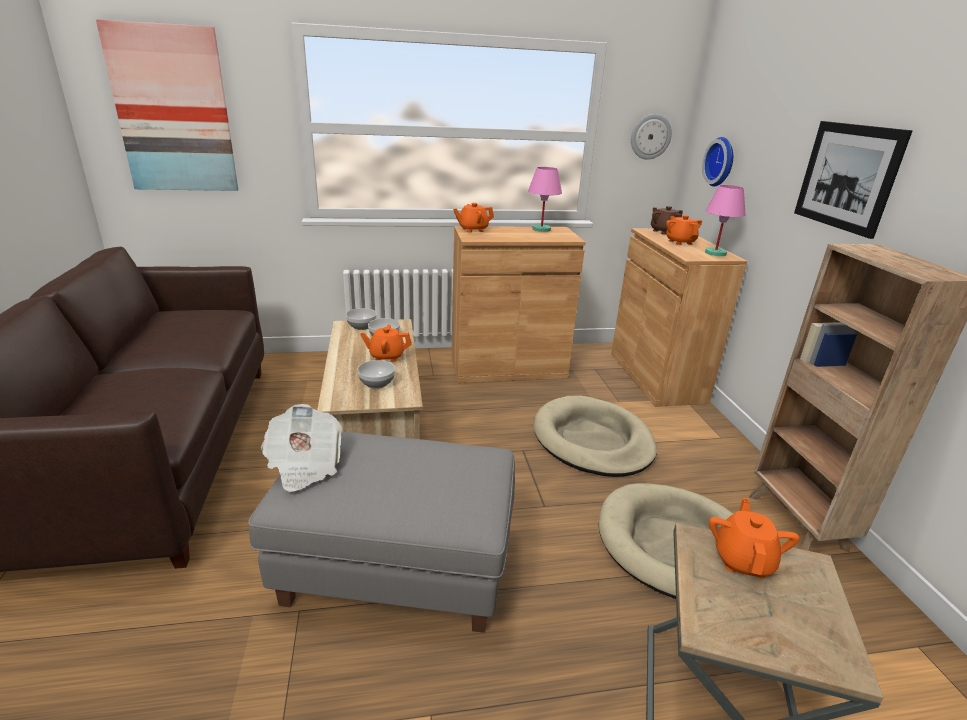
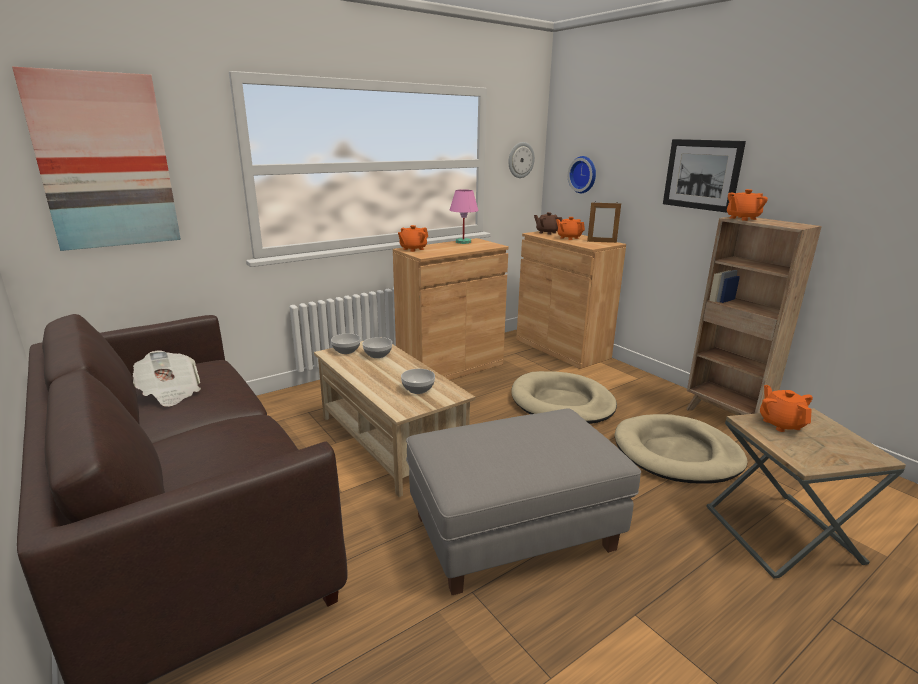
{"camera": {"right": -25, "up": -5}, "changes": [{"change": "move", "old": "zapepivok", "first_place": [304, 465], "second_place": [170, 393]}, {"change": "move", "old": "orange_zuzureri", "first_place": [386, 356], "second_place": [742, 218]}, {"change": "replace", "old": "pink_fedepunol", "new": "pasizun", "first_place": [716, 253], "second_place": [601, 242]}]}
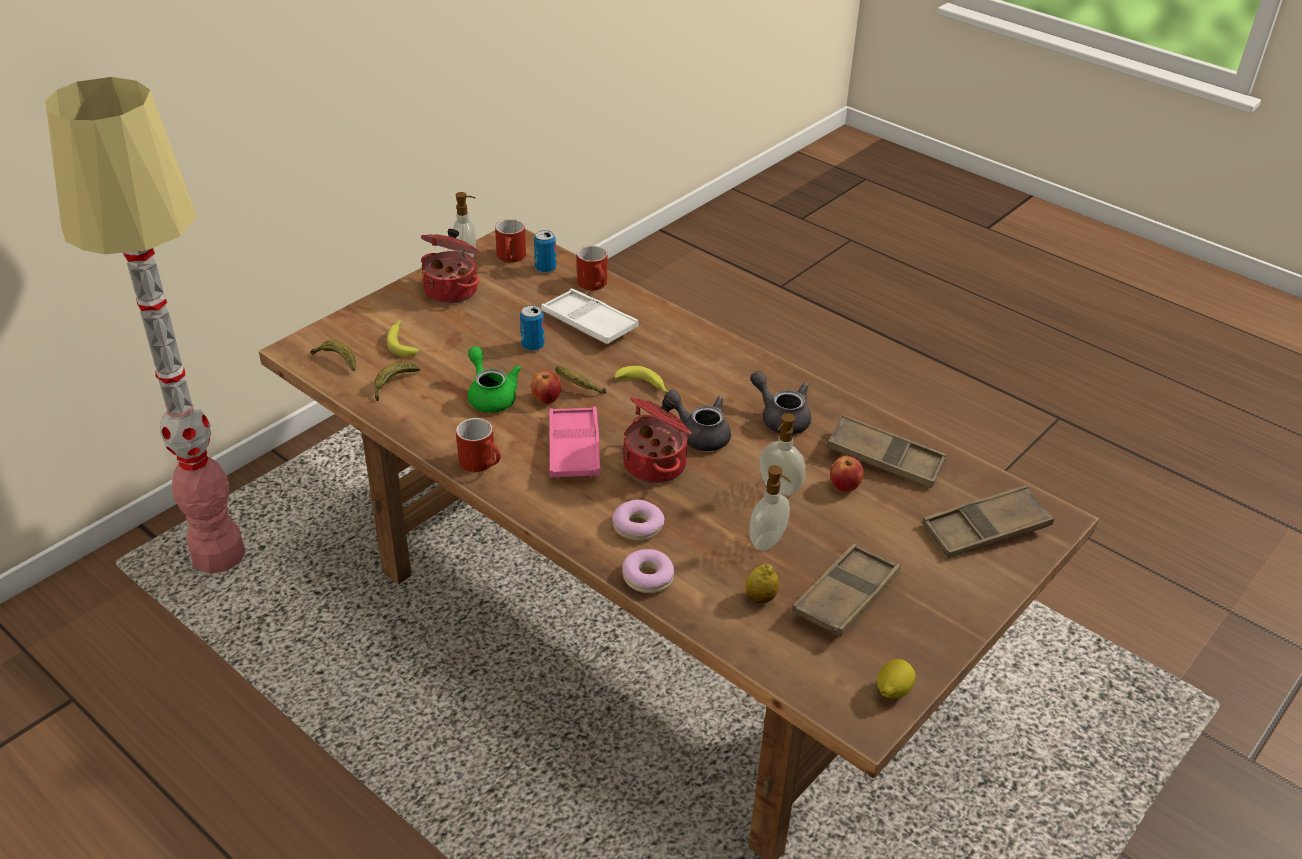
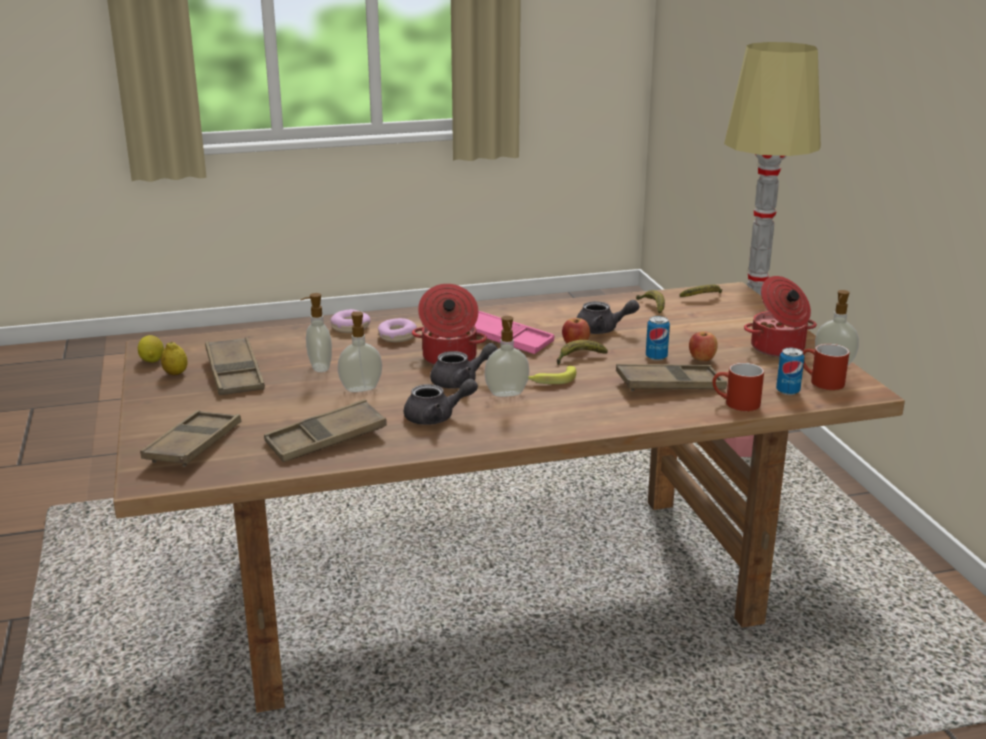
{"camera": {"right": 125, "up": -15}, "changes": [{"change": "delete", "old": "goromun", "first_place": [402, 342]}, {"change": "delete", "old": "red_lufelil", "first_place": [483, 463]}, {"change": "insert", "new": "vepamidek", "second_place": [507, 394]}, {"change": "move", "old": "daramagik", "first_place": [760, 598], "second_place": [175, 374]}, {"change": "move", "old": "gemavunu", "first_place": [844, 486], "second_place": [701, 359]}, {"change": "recolor", "old": "green_zuzureri", "new": "grey_zuzureri", "first_place": [490, 395], "second_place": [602, 330]}, {"change": "recolor", "old": "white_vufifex", "new": "brown_vufifex", "first_place": [589, 323], "second_place": [670, 385]}]}
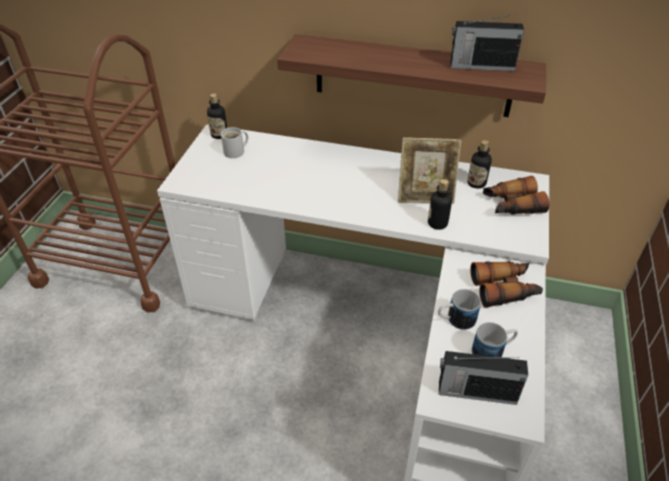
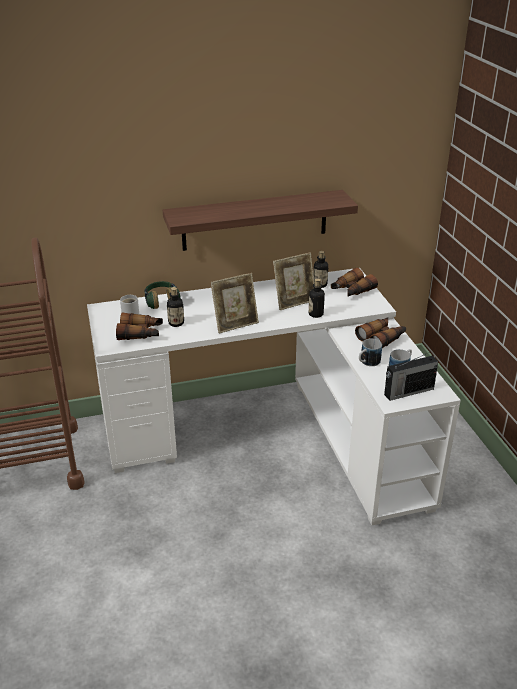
{"camera": {"right": -30, "up": -10}, "changes": [{"change": "delete", "old": "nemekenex", "first_place": [480, 66]}, {"change": "insert", "new": "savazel", "second_place": [141, 333]}, {"change": "insert", "new": "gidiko", "second_place": [161, 301]}, {"change": "insert", "new": "pasizun", "second_place": [235, 324]}, {"change": "move", "old": "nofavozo", "first_place": [219, 134], "second_place": [176, 323]}]}
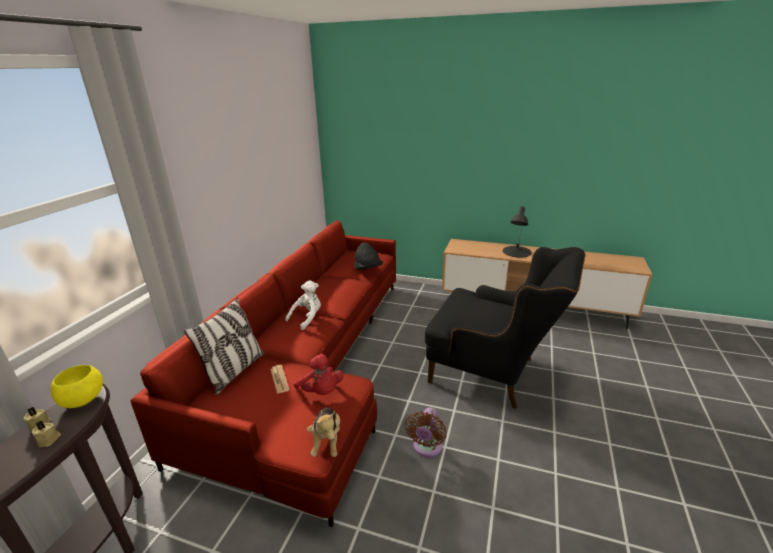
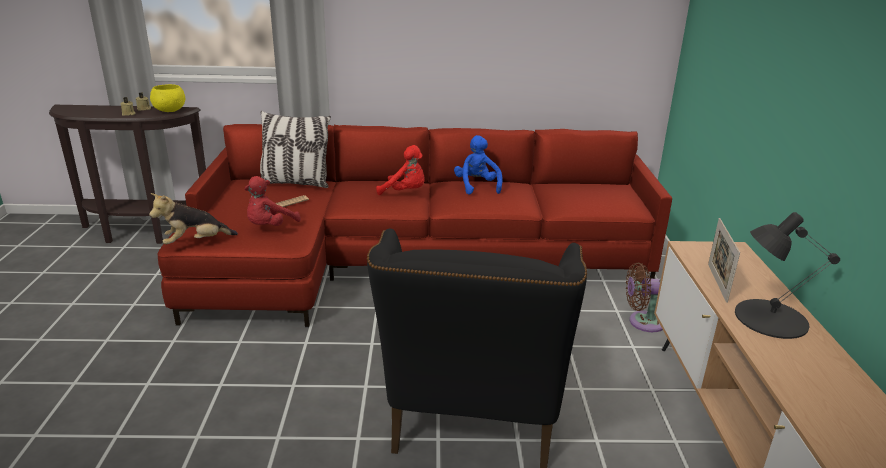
{"camera": {"right": 70, "up": 0}, "changes": [{"change": "delete", "old": "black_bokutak", "first_place": [367, 269]}, {"change": "insert", "new": "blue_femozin", "second_place": [477, 186]}, {"change": "insert", "new": "pasizun", "second_place": [717, 282]}, {"change": "move", "old": "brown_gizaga", "first_place": [426, 448], "second_place": [642, 322]}, {"change": "recolor", "old": "white_femozin", "new": "red_femozin", "first_place": [307, 318], "second_place": [405, 192]}]}
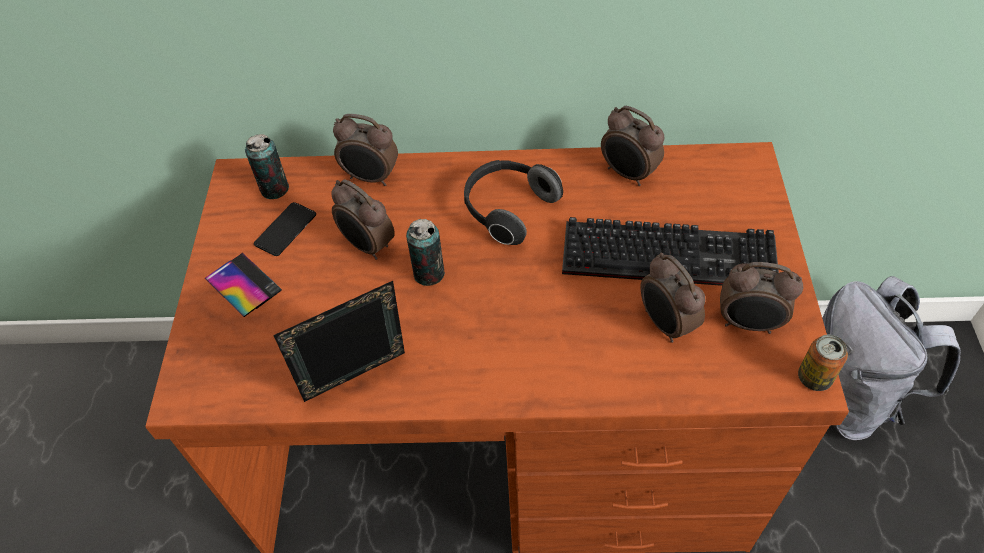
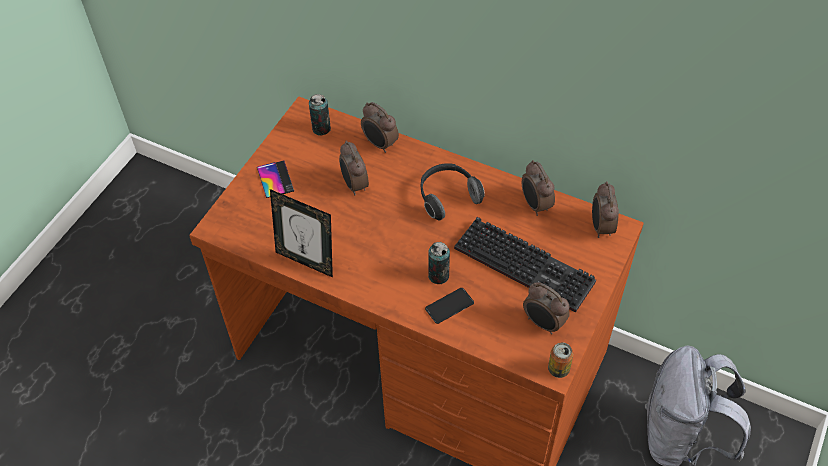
{"camera": {"right": 25, "up": 0}, "changes": [{"change": "move", "old": "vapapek", "first_place": [285, 229], "second_place": [449, 306]}, {"change": "move", "old": "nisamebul", "first_place": [429, 273], "second_place": [438, 276]}, {"change": "move", "old": "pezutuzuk", "first_place": [665, 324], "second_place": [600, 227]}, {"change": "rotate", "old": "pasizun", "first_place": [359, 384], "second_place": [306, 260], "degrees": -150}]}
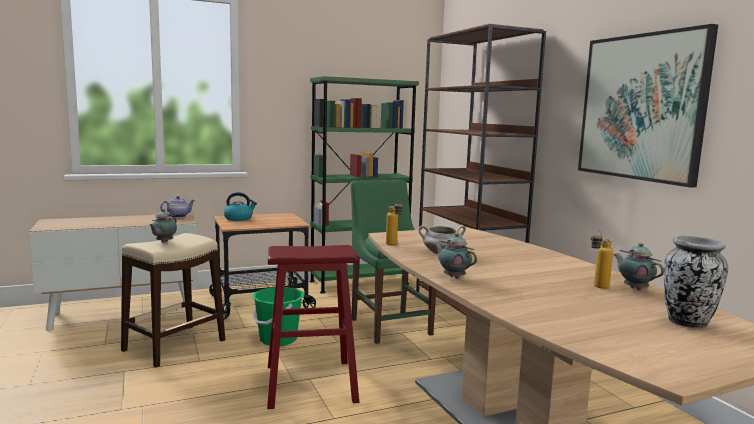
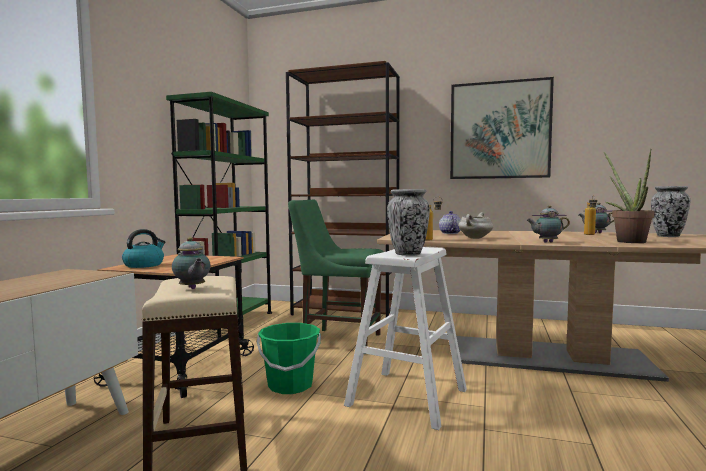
{"camera": {"right": -50, "up": -5}, "changes": [{"change": "insert", "new": "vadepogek", "second_place": [408, 254]}, {"change": "insert", "new": "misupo", "second_place": [626, 241]}, {"change": "move", "old": "zuzureri", "first_place": [178, 216], "second_place": [450, 233]}, {"change": "recolor", "old": "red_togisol", "new": "white_togisol", "first_place": [310, 383], "second_place": [407, 397]}]}
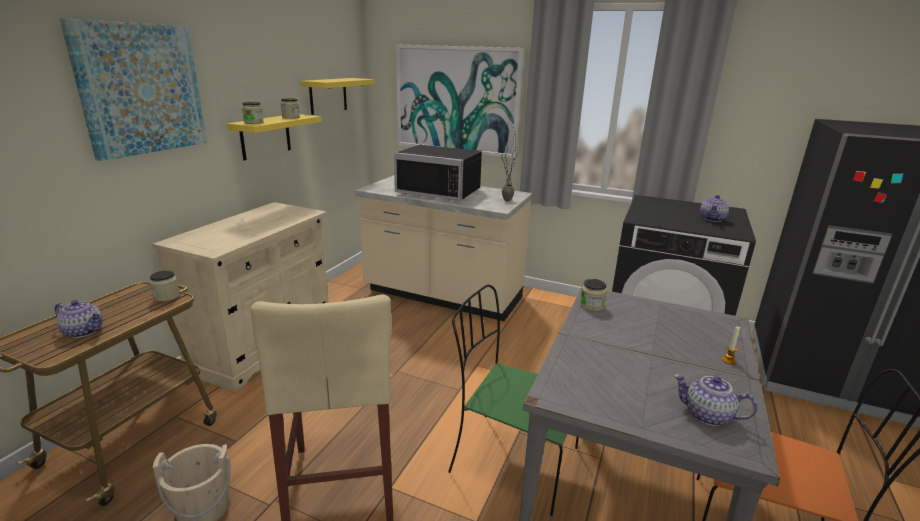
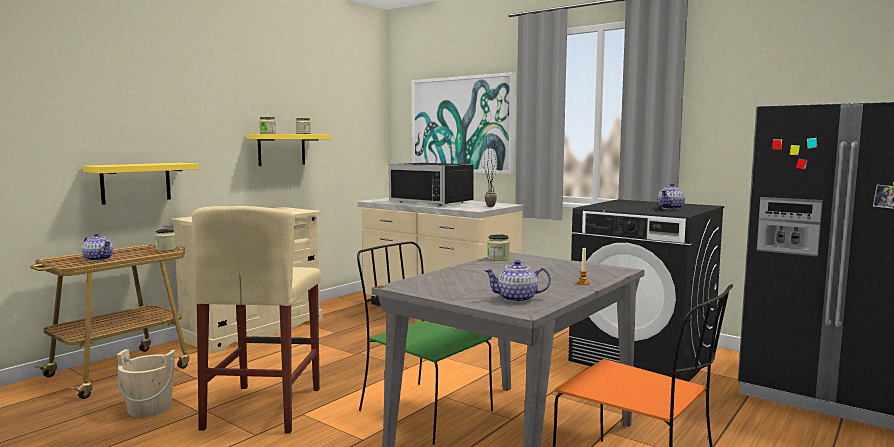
{"camera": {"right": 15, "up": -15}, "changes": [{"change": "delete", "old": "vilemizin", "first_place": [141, 89]}, {"change": "move", "old": "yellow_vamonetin", "first_place": [328, 95], "second_place": [136, 183]}, {"change": "rotate", "old": "zuzureri", "first_place": [708, 415], "second_place": [517, 299], "degrees": -45}]}
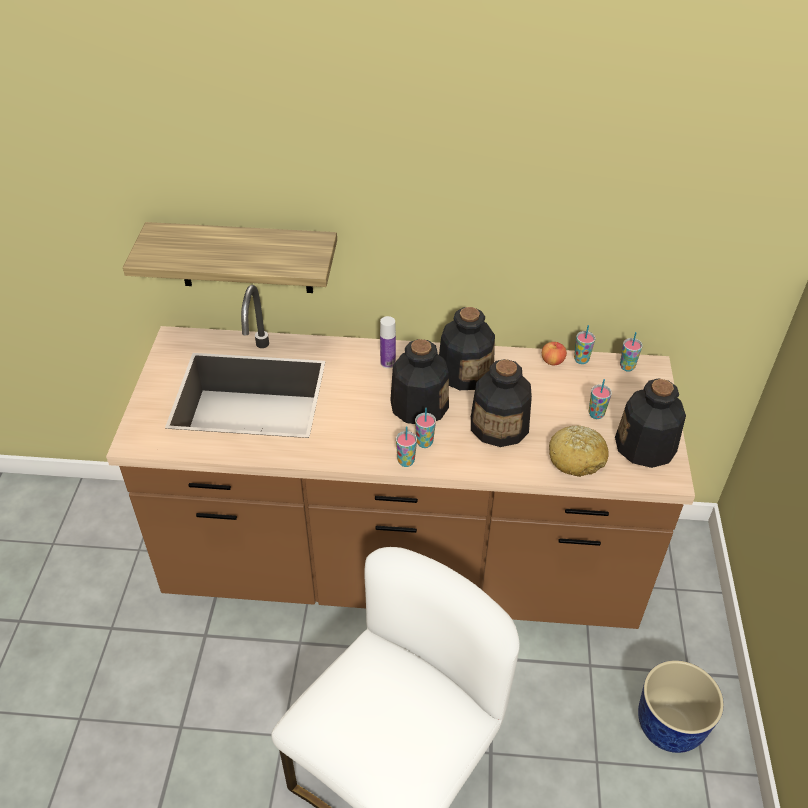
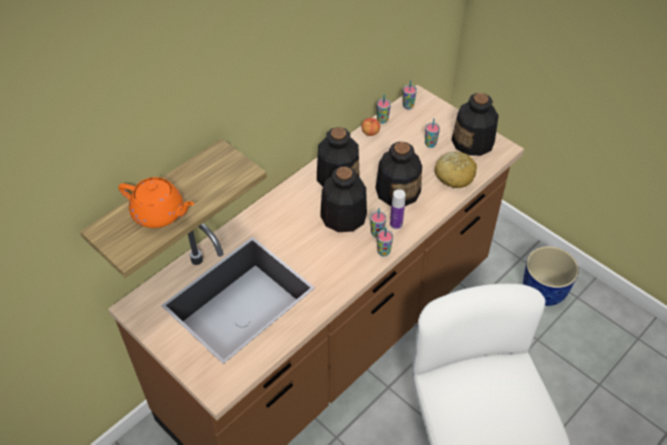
{"camera": {"right": -50, "up": 5}, "changes": [{"change": "insert", "new": "orange_zuzureri", "second_place": [160, 214]}, {"change": "move", "old": "nofavozo", "first_place": [388, 363], "second_place": [396, 224]}]}
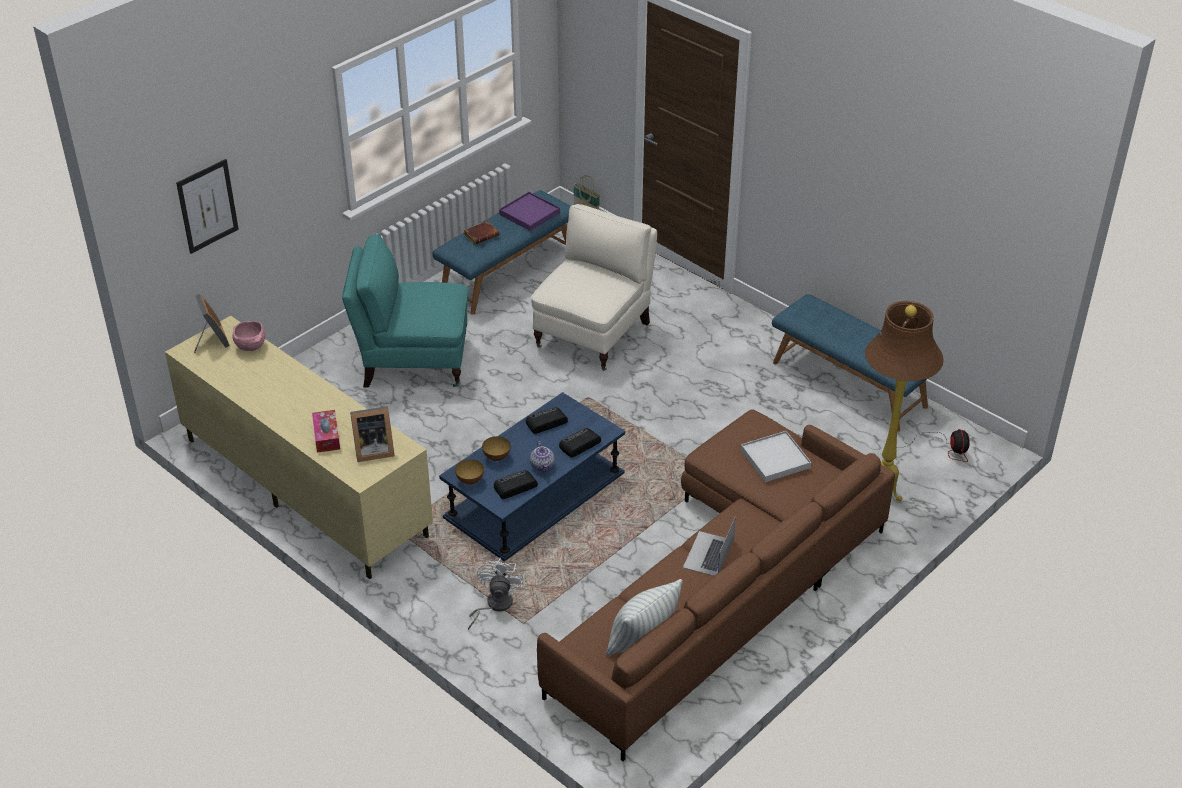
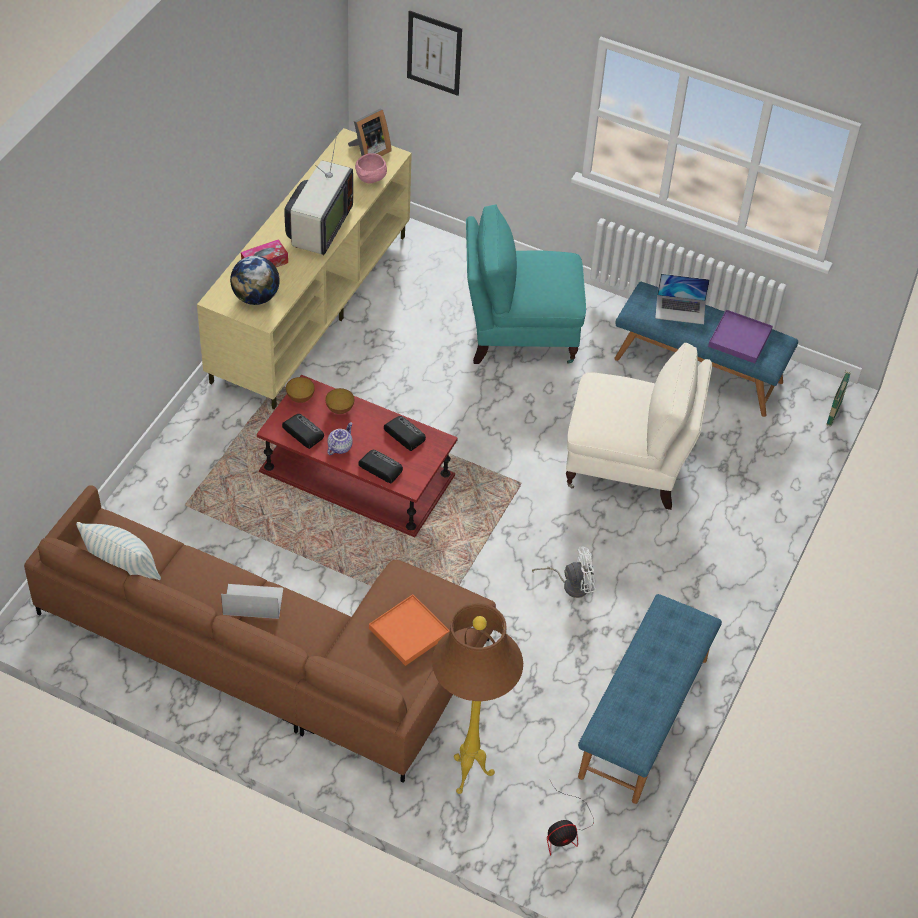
{"camera": {"right": 70, "up": 10}, "changes": [{"change": "insert", "new": "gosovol", "second_place": [318, 228]}, {"change": "move", "old": "white_gizaga", "first_place": [494, 605], "second_place": [571, 584]}, {"change": "replace", "old": "pasizun", "new": "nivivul", "first_place": [372, 450], "second_place": [256, 297]}, {"change": "replace", "old": "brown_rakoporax", "new": "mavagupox", "first_place": [481, 235], "second_place": [680, 309]}, {"change": "recolor", "old": "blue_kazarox", "new": "red_kazarox", "first_place": [534, 496], "second_place": [356, 474]}, {"change": "recolor", "old": "white_vufifex", "new": "orange_vufifex", "first_place": [775, 459], "second_place": [409, 632]}, {"change": "rotate", "old": "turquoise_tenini", "first_place": [412, 361], "second_place": [518, 332], "degrees": -75}, {"change": "rotate", "old": "zuzureri", "first_place": [543, 466], "second_place": [339, 447], "degrees": 150}]}
